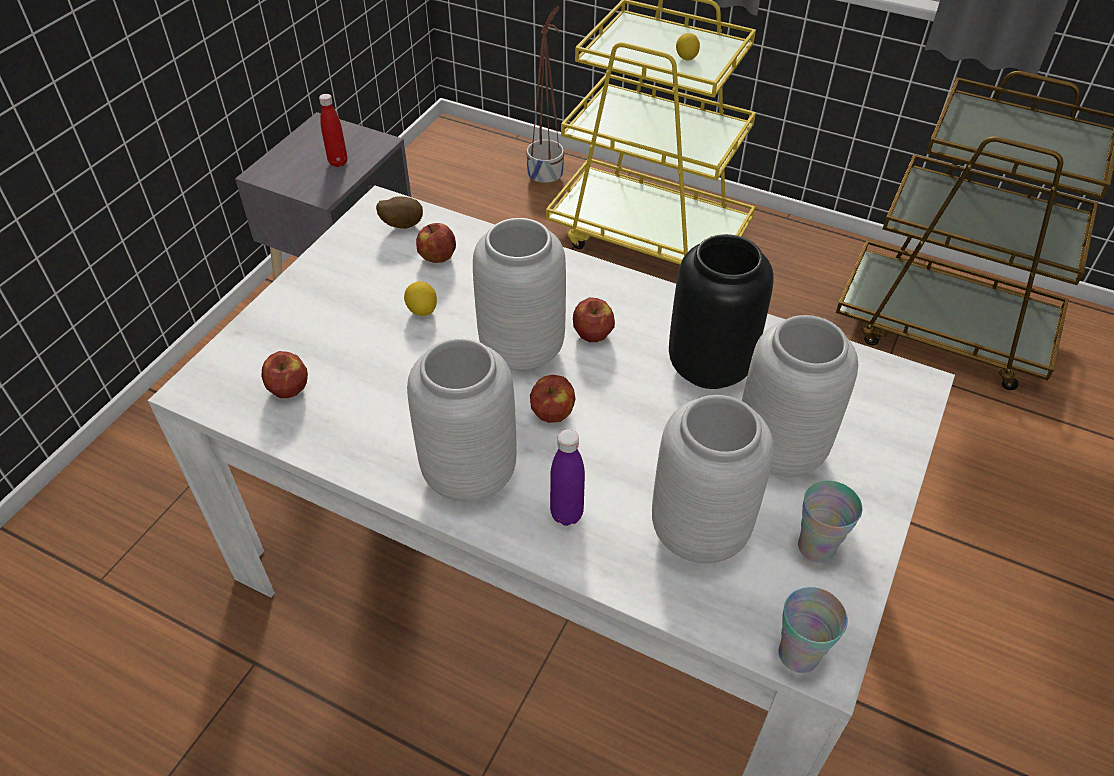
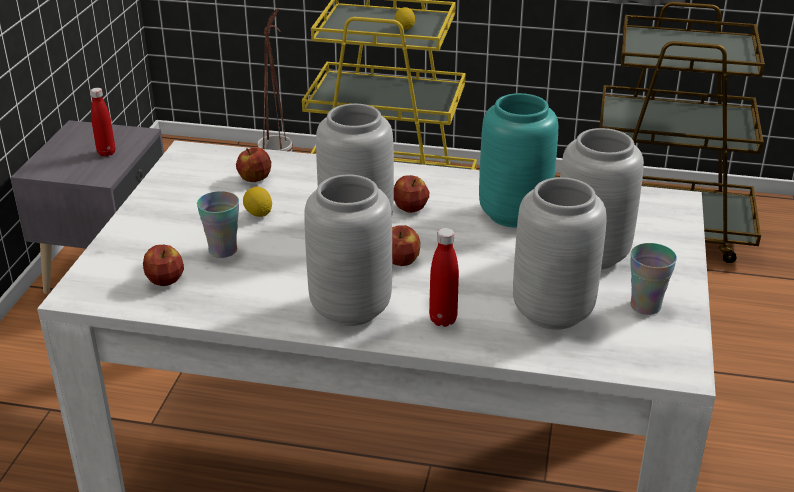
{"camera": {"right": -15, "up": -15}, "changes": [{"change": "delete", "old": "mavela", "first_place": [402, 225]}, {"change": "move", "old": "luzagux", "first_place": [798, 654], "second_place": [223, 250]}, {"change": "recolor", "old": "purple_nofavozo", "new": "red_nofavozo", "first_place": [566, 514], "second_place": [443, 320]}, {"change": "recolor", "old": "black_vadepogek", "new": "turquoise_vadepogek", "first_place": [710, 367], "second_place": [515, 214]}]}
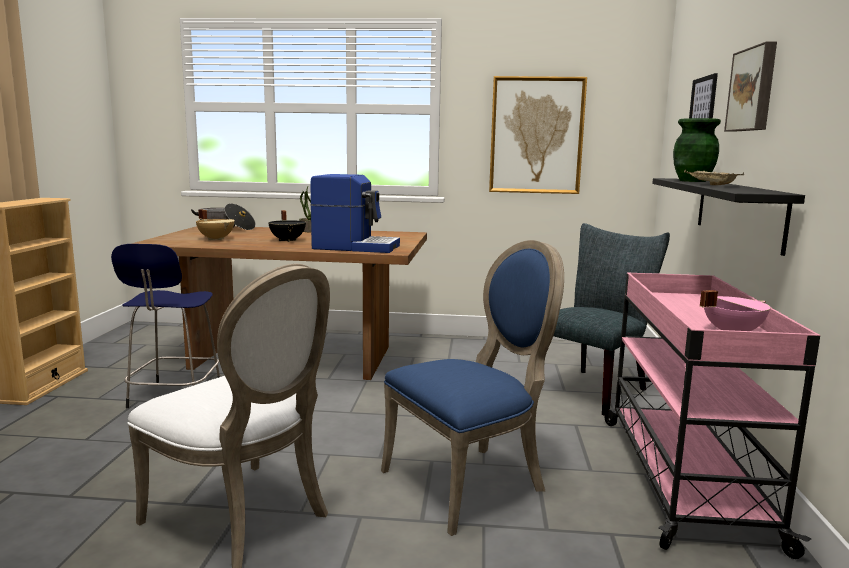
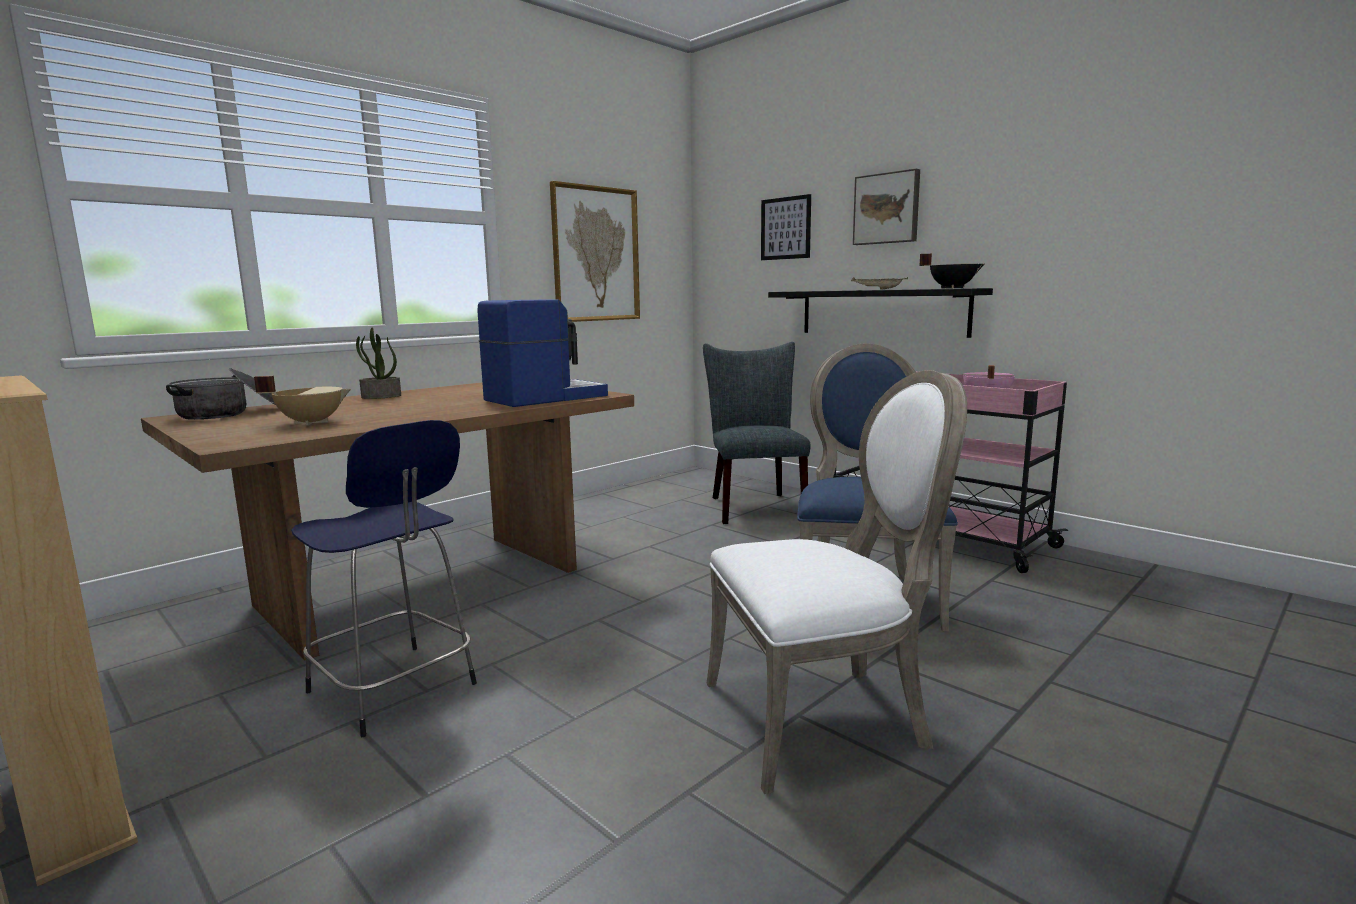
{"camera": {"right": -50, "up": 0}, "changes": [{"change": "delete", "old": "green_vadepogek", "first_place": [692, 181]}, {"change": "move", "old": "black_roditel", "first_place": [288, 240], "second_place": [952, 288]}]}
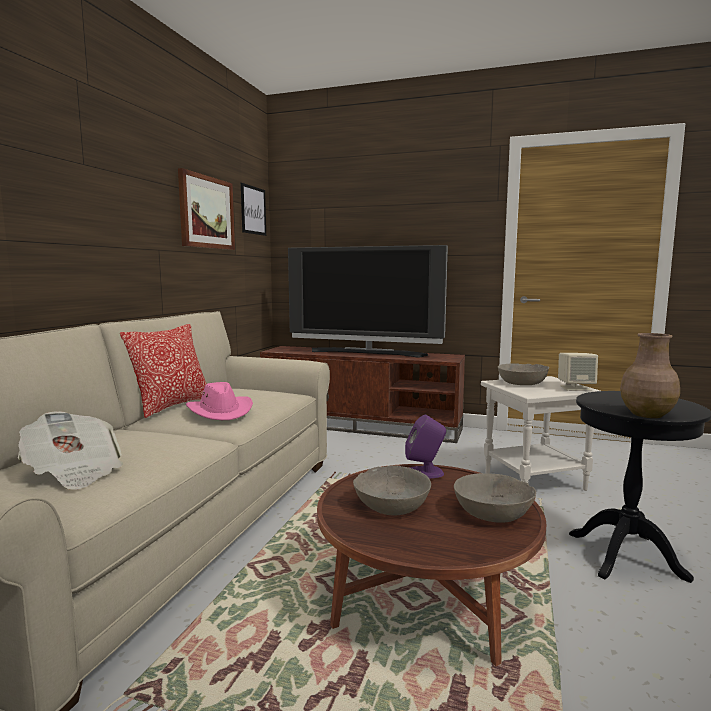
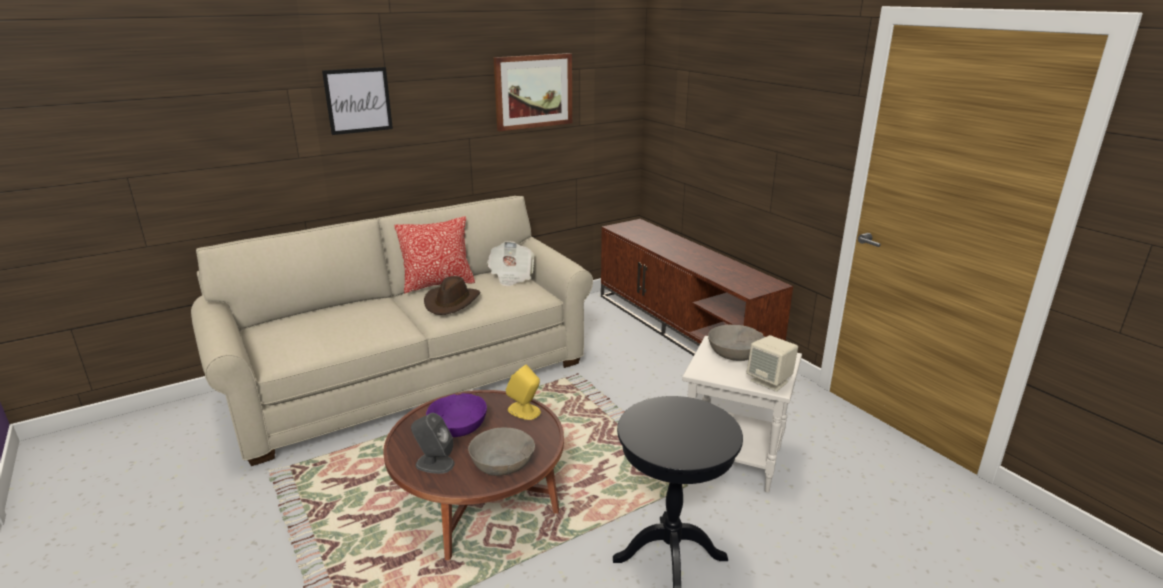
{"camera": {"right": 40, "up": 15}, "changes": [{"change": "delete", "old": "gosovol", "first_place": [367, 353]}, {"change": "delete", "old": "brown_vadepogek", "first_place": [646, 414]}, {"change": "insert", "new": "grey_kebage", "second_place": [434, 464]}, {"change": "move", "old": "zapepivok", "first_place": [74, 472], "second_place": [511, 276]}, {"change": "move", "old": "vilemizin", "first_place": [253, 210], "second_place": [358, 100]}, {"change": "recolor", "old": "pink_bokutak", "new": "brown_bokutak", "first_place": [220, 411], "second_place": [452, 302]}, {"change": "recolor", "old": "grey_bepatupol", "new": "purple_bepatupol", "first_place": [392, 505], "second_place": [457, 427]}, {"change": "recolor", "old": "purple_kebage", "new": "yellow_kebage", "first_place": [424, 473], "second_place": [524, 411]}]}
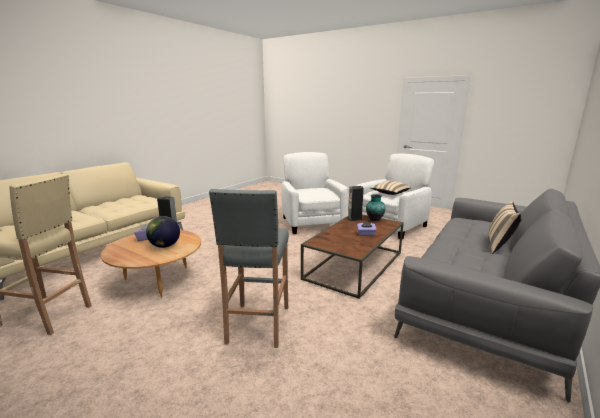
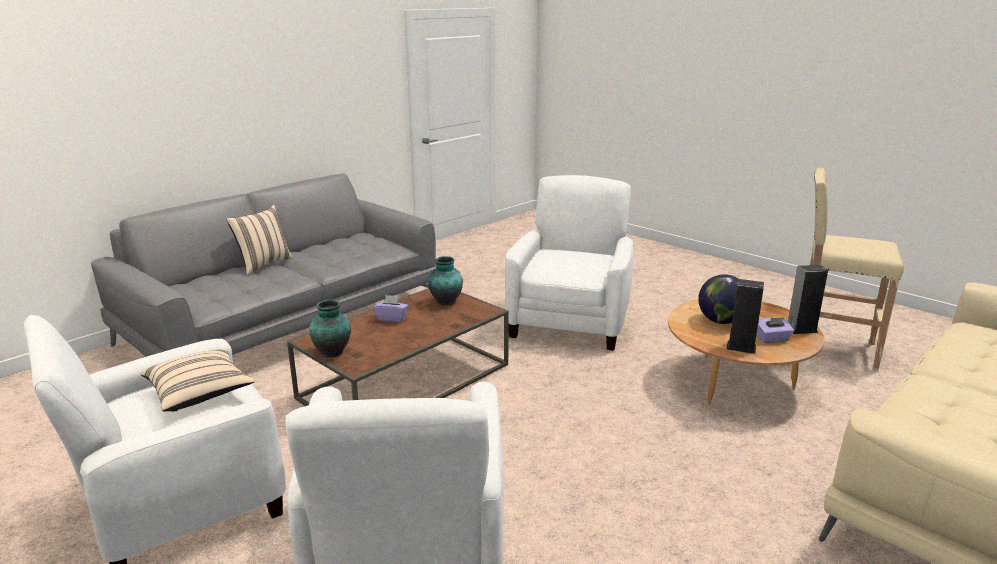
{"camera": {"right": -170, "up": 5}, "changes": [{"change": "insert", "new": "vadepogek", "second_place": [446, 302]}, {"change": "move", "old": "kebage", "first_place": [354, 219], "second_place": [801, 329]}, {"change": "replace", "old": "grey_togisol", "new": "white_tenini", "first_place": [257, 325], "second_place": [570, 321]}]}
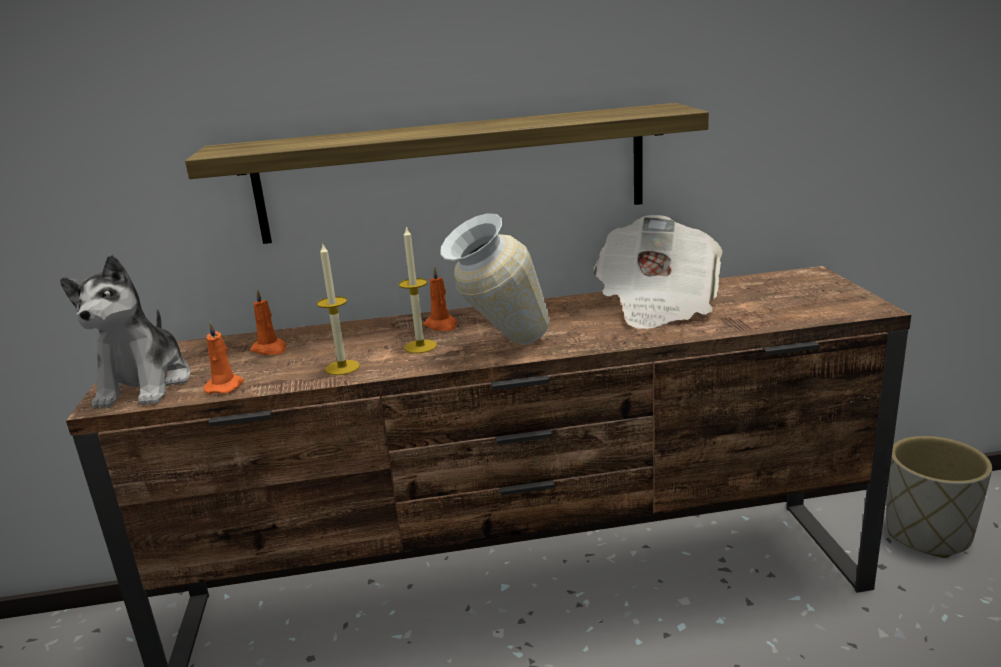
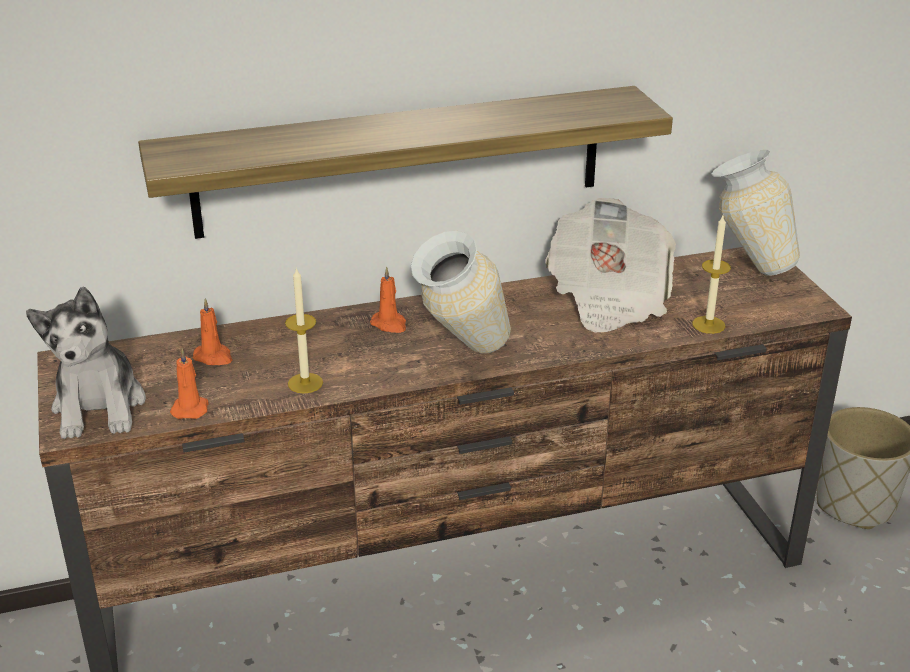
{"camera": {"right": -10, "up": 10}, "changes": [{"change": "insert", "new": "vadepogek", "second_place": [747, 265]}, {"change": "move", "old": "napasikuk", "first_place": [420, 346], "second_place": [708, 325]}]}
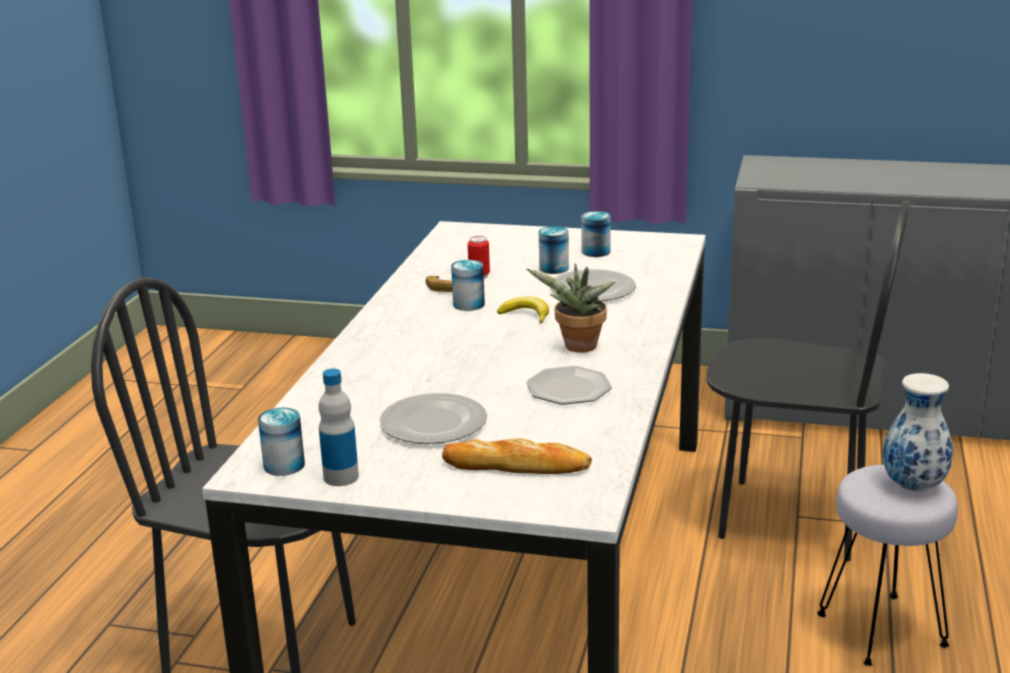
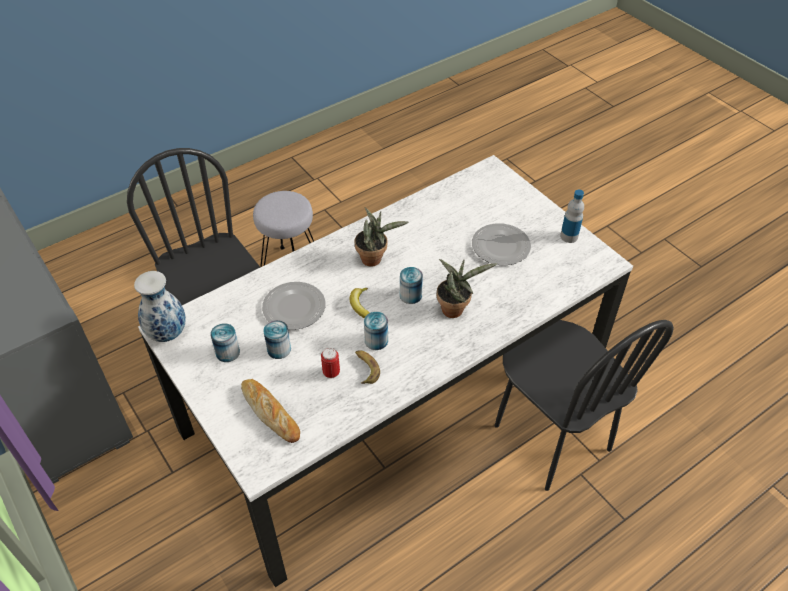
{"camera": {"right": -140, "up": 25}, "changes": [{"change": "delete", "old": "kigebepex", "first_place": [569, 389]}, {"change": "insert", "new": "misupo", "second_place": [455, 308]}, {"change": "move", "old": "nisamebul", "first_place": [284, 465], "second_place": [410, 295]}, {"change": "move", "old": "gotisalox", "first_place": [516, 466], "second_place": [270, 412]}, {"change": "move", "old": "vadepogek", "first_place": [915, 486], "second_place": [167, 333]}]}
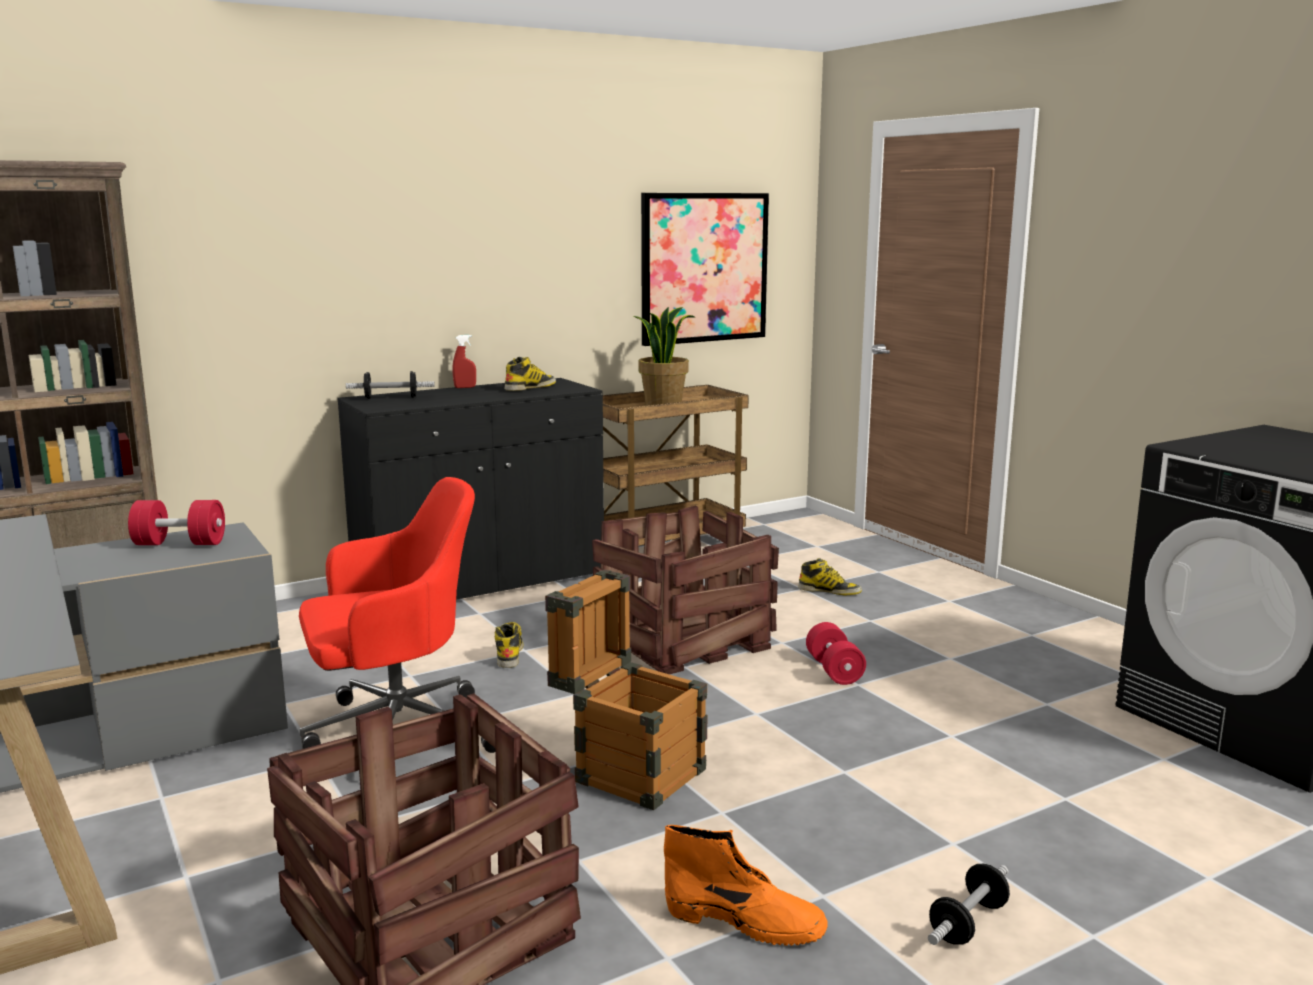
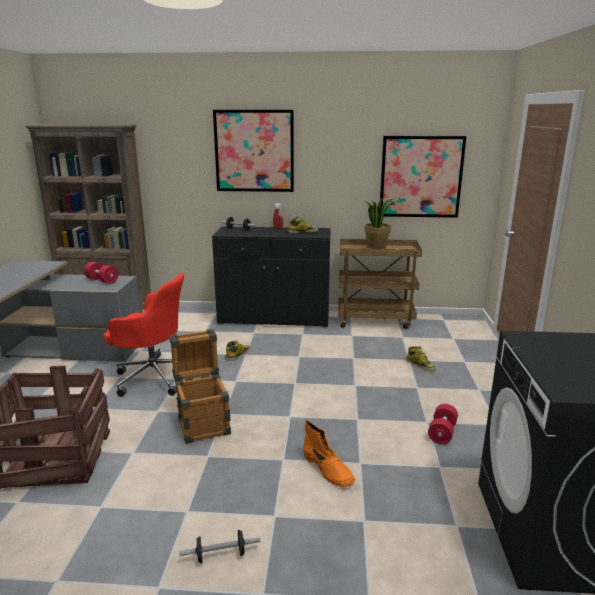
{"camera": {"right": 35, "up": 5}, "changes": [{"change": "delete", "old": "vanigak", "first_place": [685, 639]}, {"change": "insert", "new": "vilemizin", "second_place": [254, 151]}, {"change": "move", "old": "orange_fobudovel", "first_place": [746, 922], "second_place": [328, 470]}, {"change": "move", "old": "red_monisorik", "first_place": [834, 670], "second_place": [442, 433]}]}
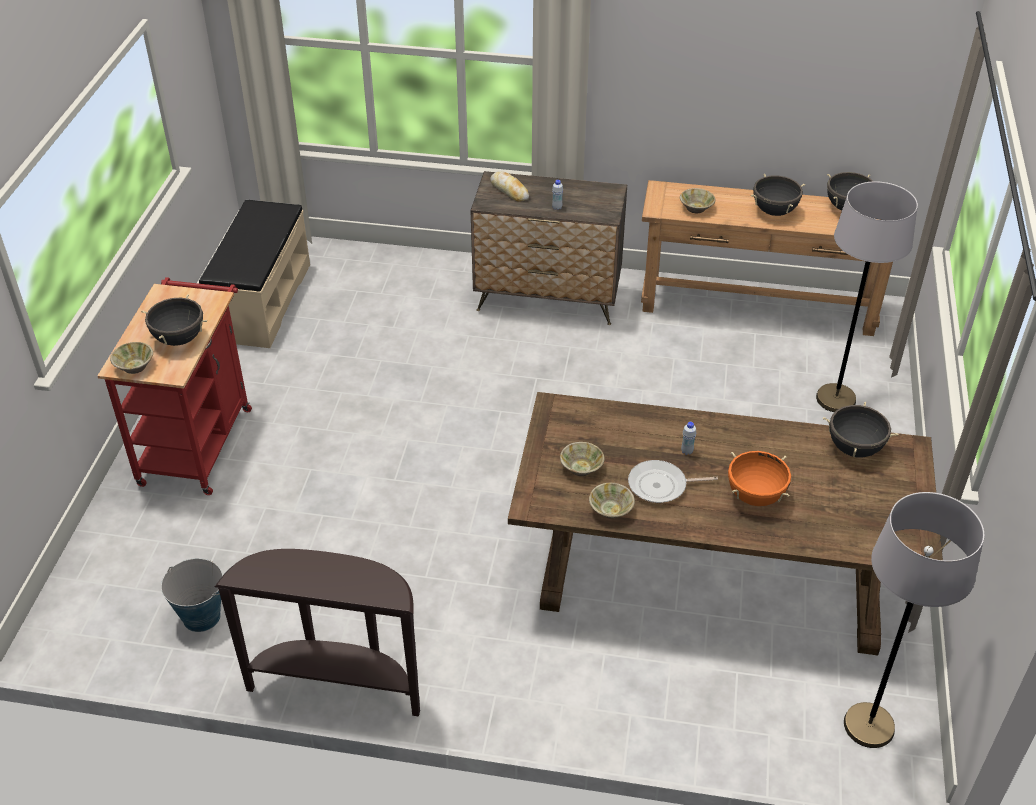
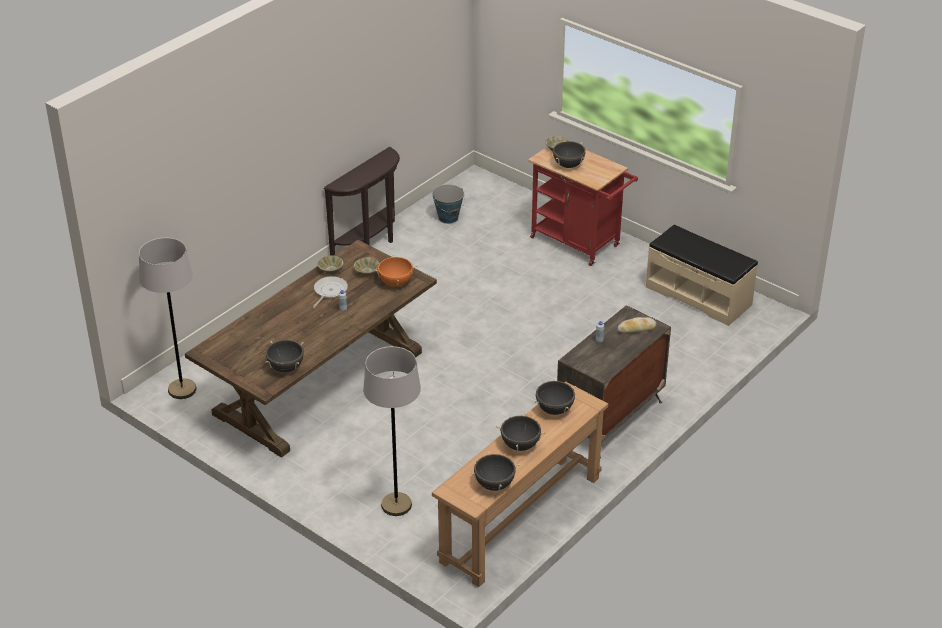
{"camera": {"right": 120, "up": -5}, "changes": [{"change": "move", "old": "orange_roditel", "first_place": [755, 496], "second_place": [396, 283]}, {"change": "replace", "old": "beige_bepatupol", "new": "black_roditel", "first_place": [696, 208], "second_place": [554, 410]}]}
